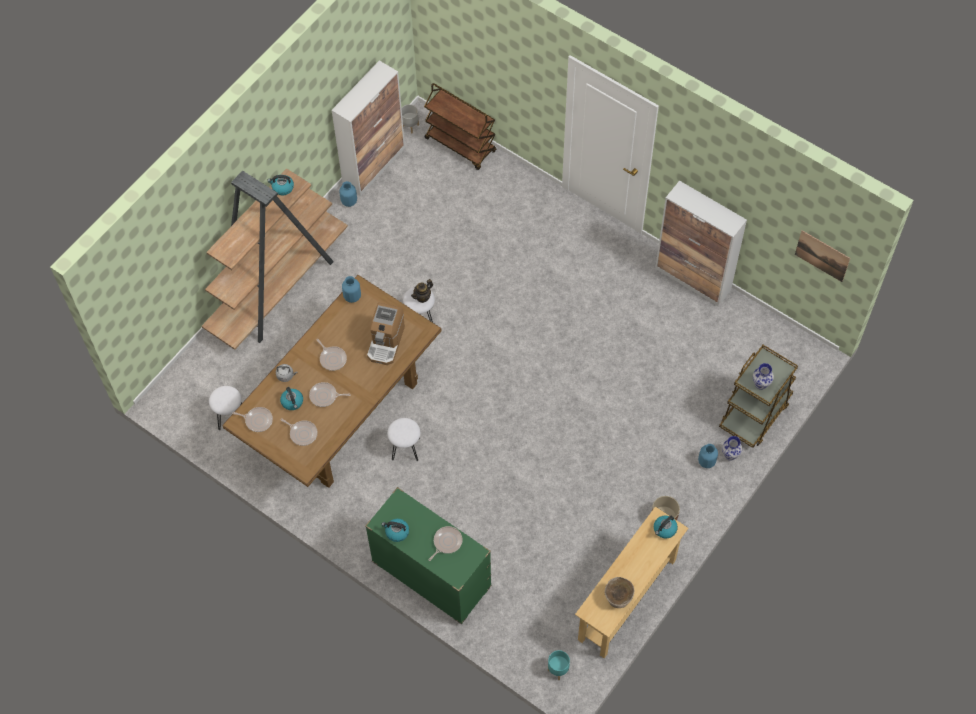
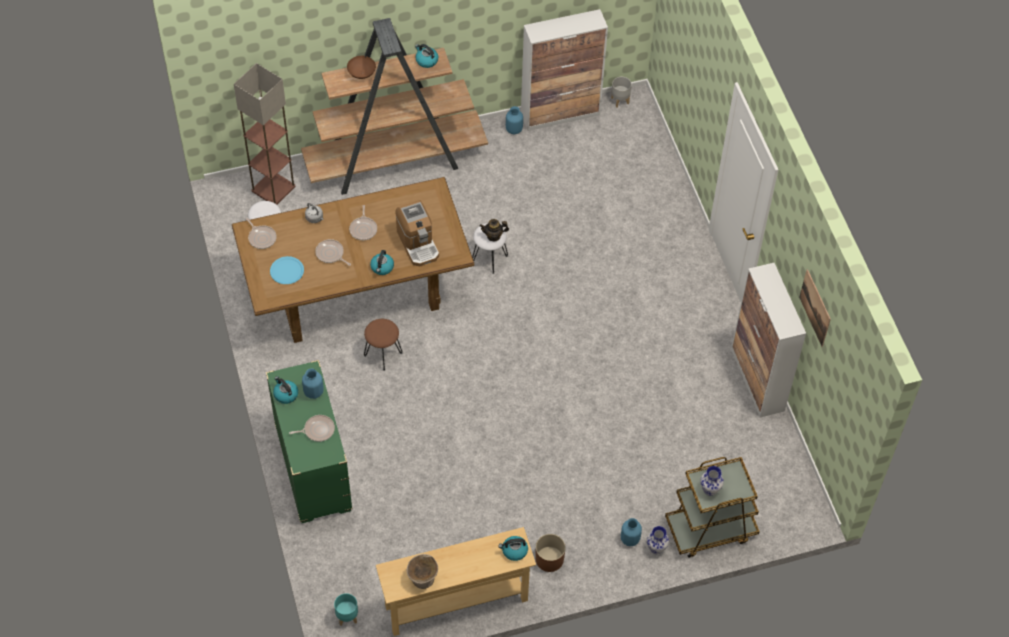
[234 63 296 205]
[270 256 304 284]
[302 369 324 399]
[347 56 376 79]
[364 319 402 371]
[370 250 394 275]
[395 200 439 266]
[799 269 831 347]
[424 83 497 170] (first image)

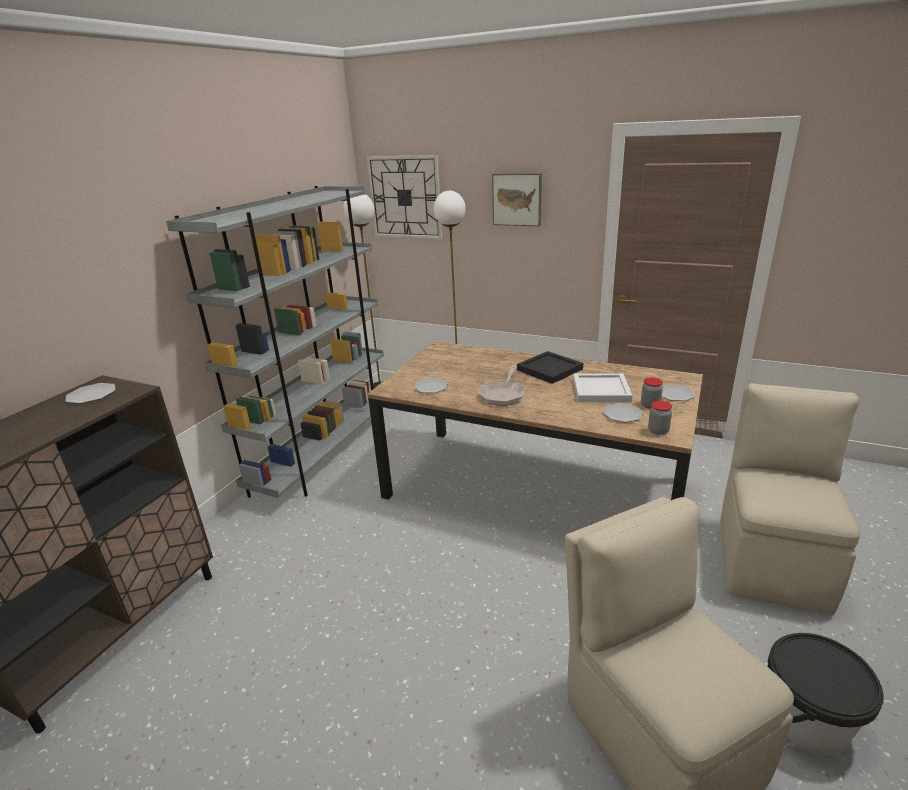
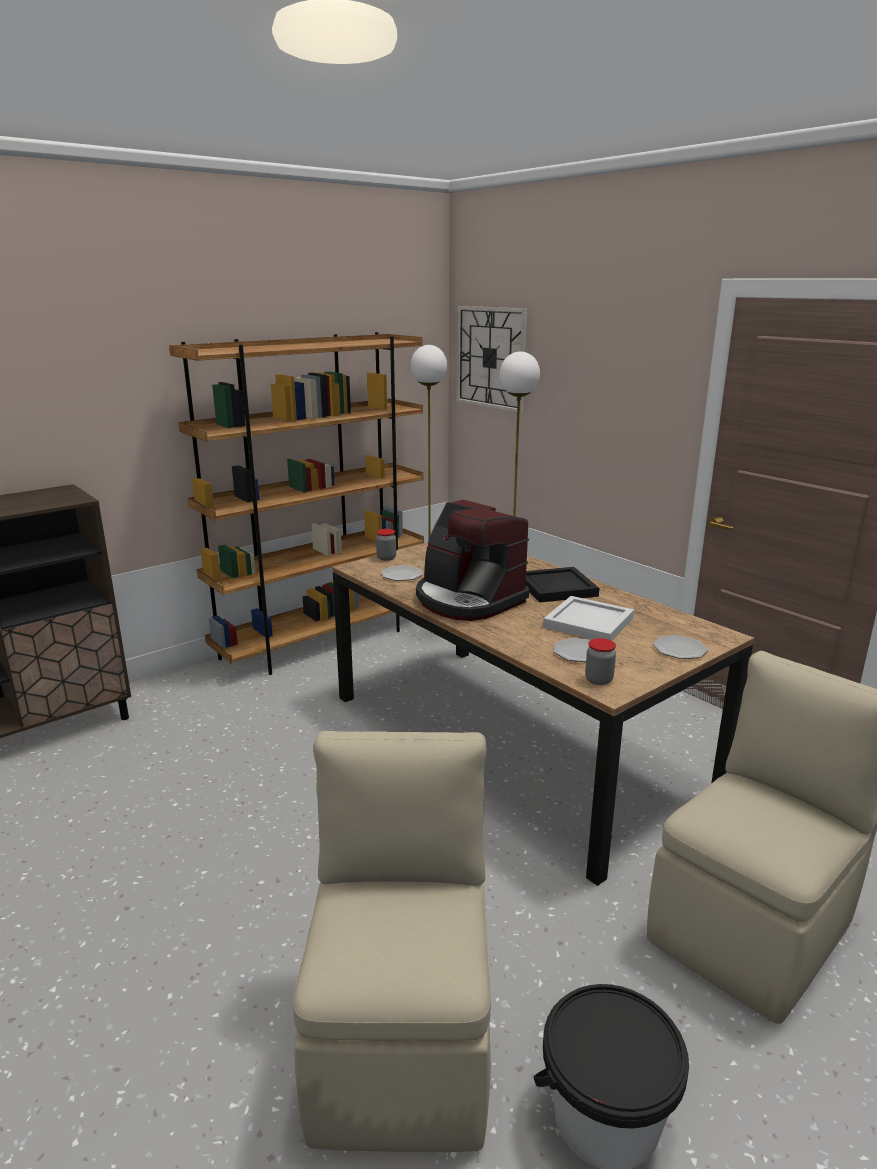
[169 332 424 675]
[376 529 396 561]
[416 500 529 621]
[65 383 115 404] (first image)
[492 173 542 226] (first image)

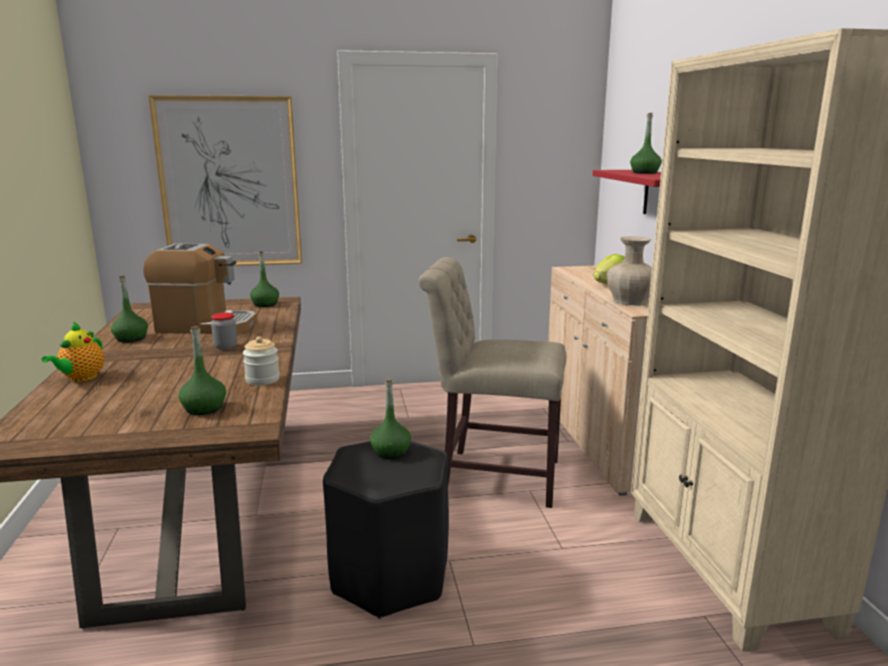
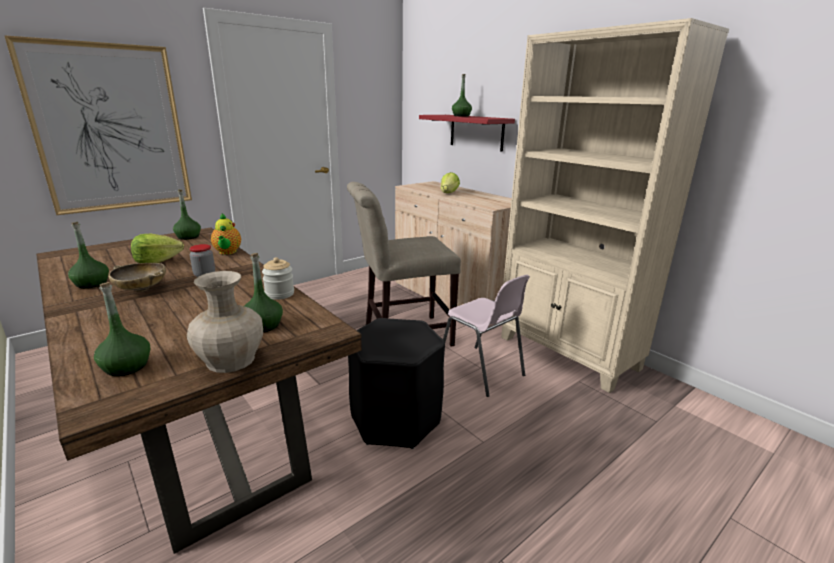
[94 282 150 376]
[109 263 166 292]
[131 234 184 263]
[187 271 263 373]
[211 213 241 255]
[443 275 530 397]

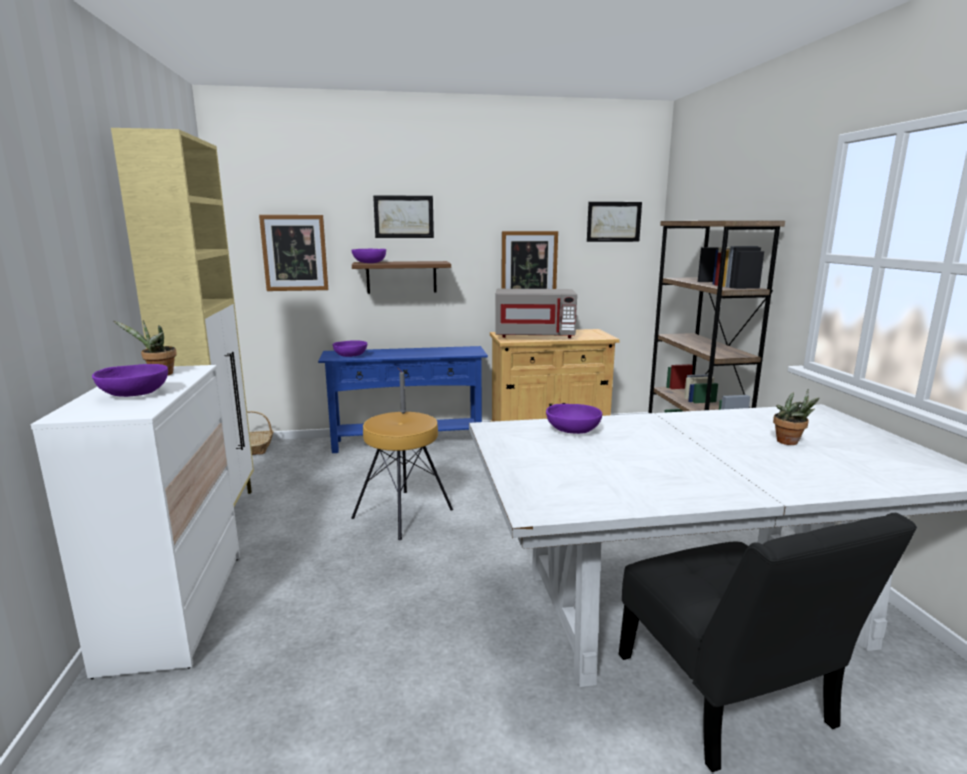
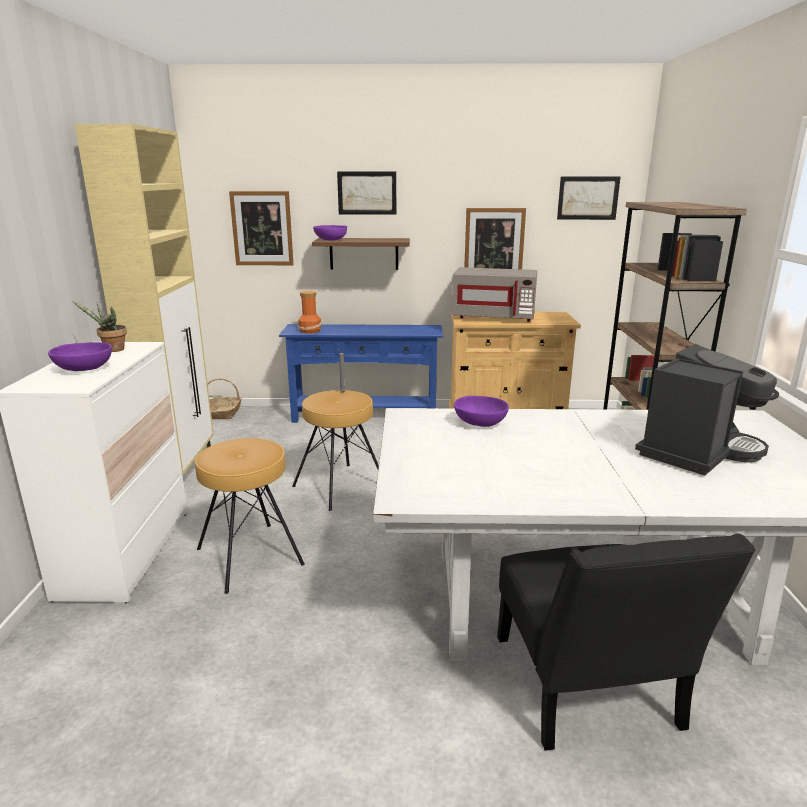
[195 438 305 594]
[298 291 322 333]
[635 344 779 476]

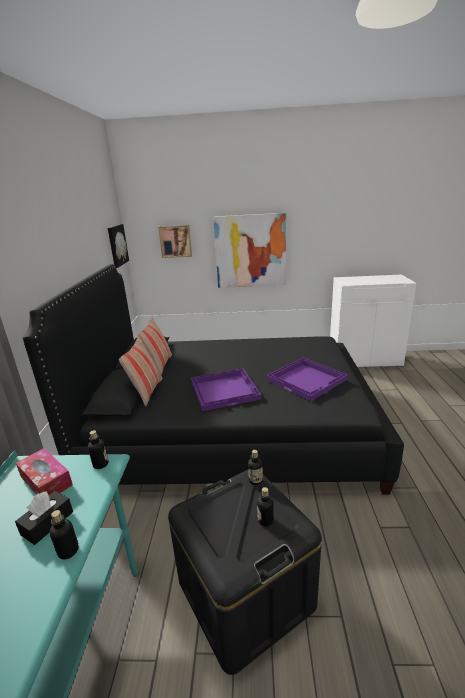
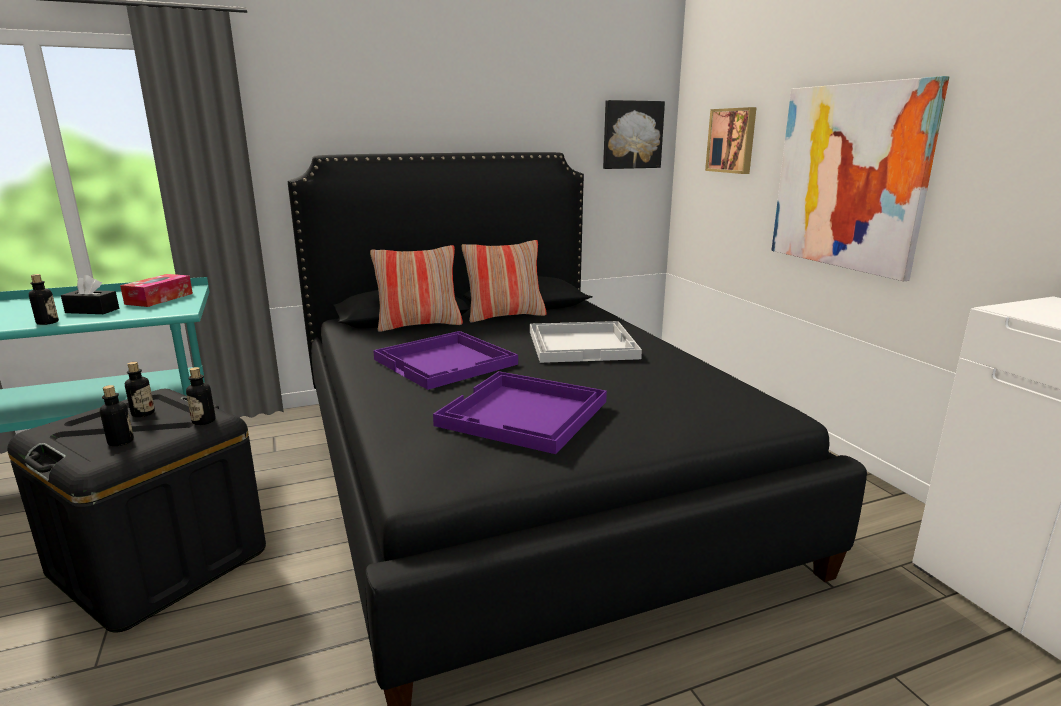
[125 362 155 417]
[530 321 642 363]

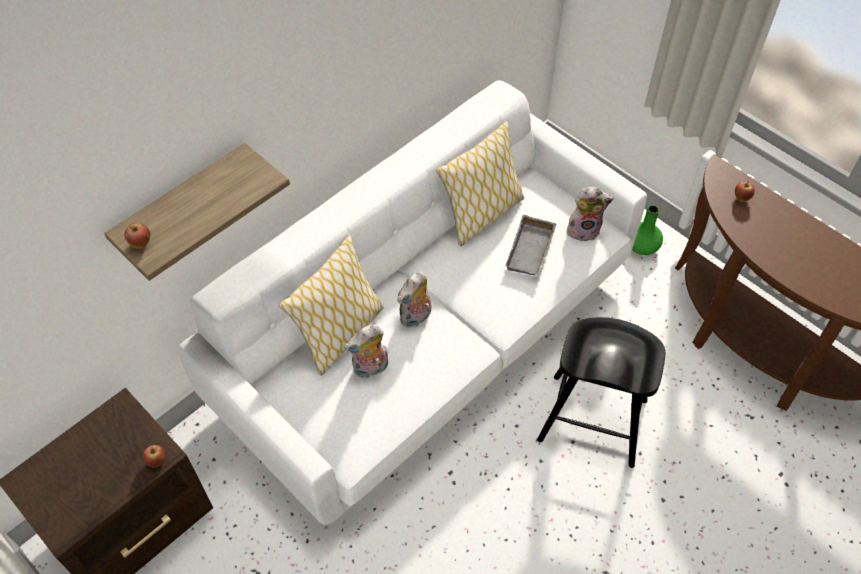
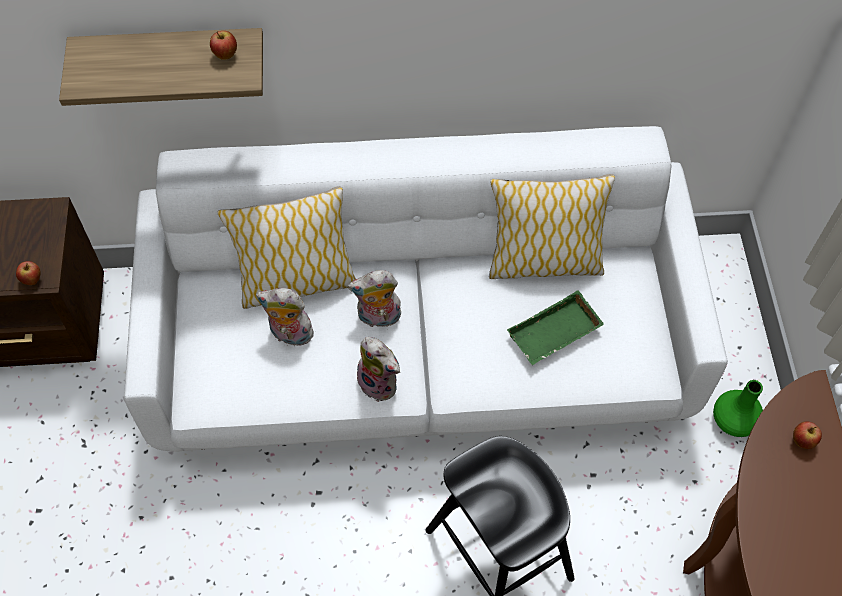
[210 31 237 60]
[357 337 401 402]
[507 290 604 365]

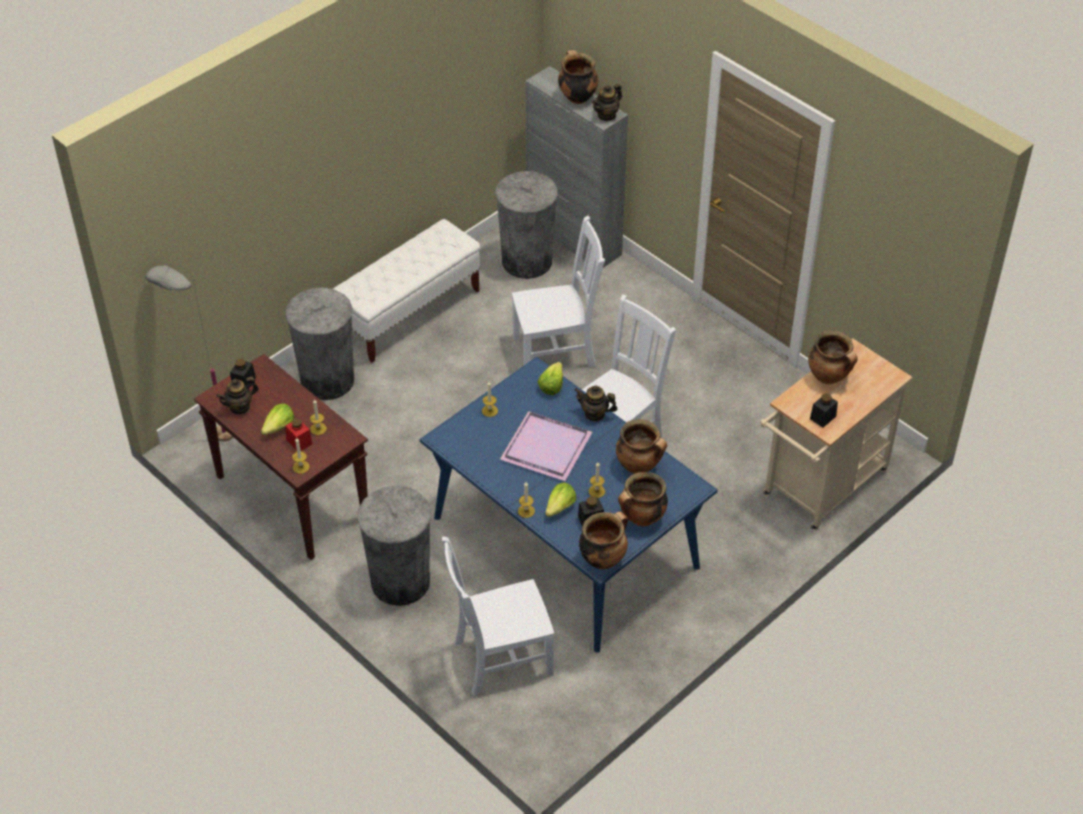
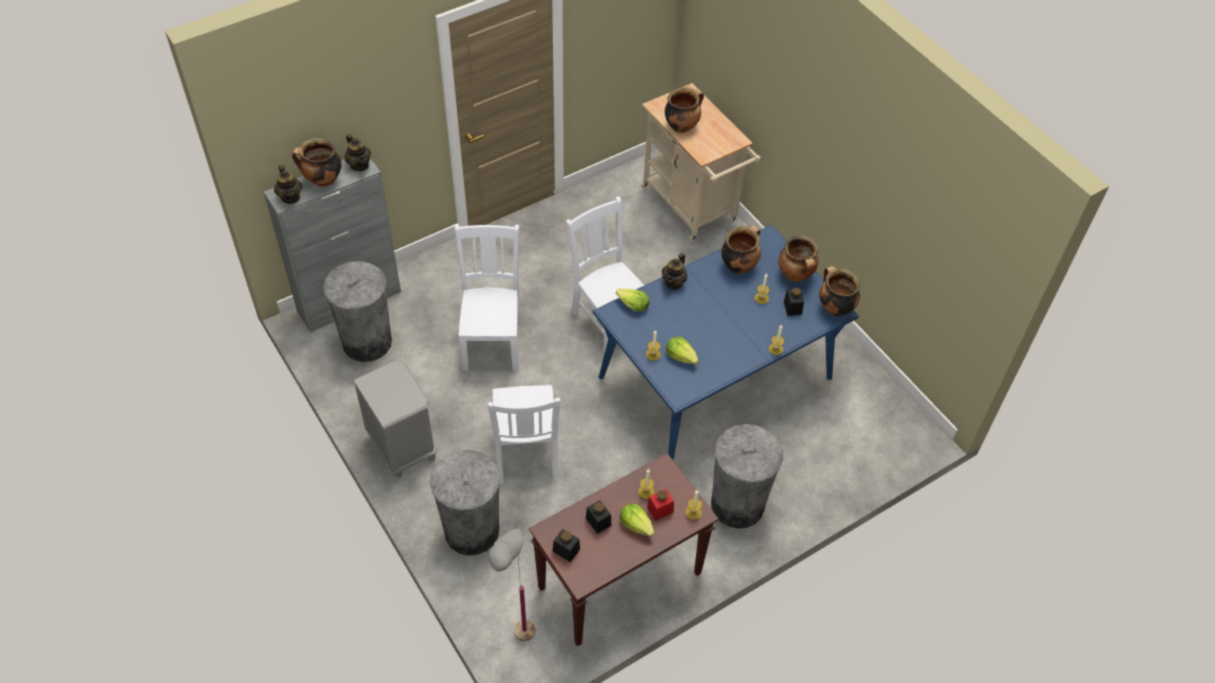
[274 165 302 204]
[353 361 437 478]
[488 385 561 484]
[586 500 611 534]
[666 337 699 365]
[500 411 592 481] (first image)

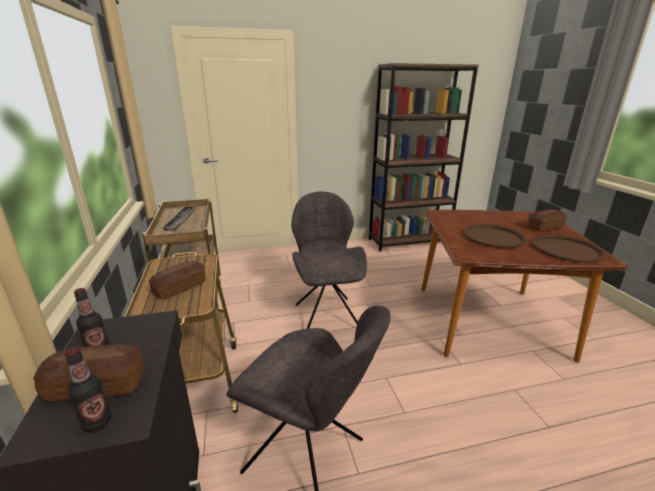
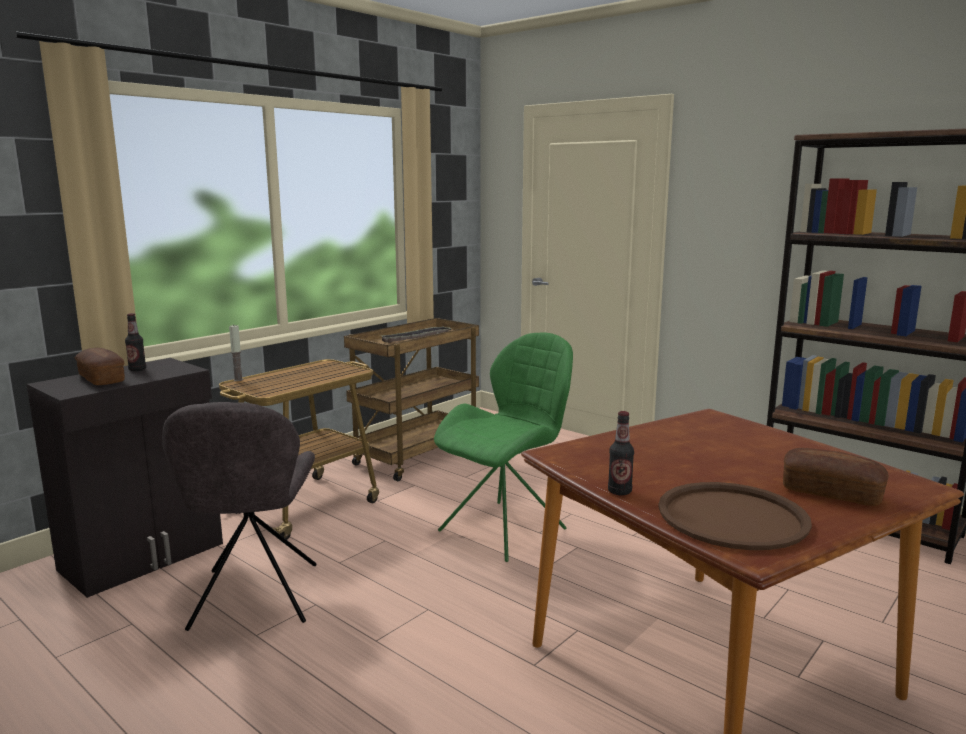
[229 324 243 381]
[434 333 573 562]
[608 411 634 495]
[149 261 206 299] (first image)
[463 224 527 249] (first image)

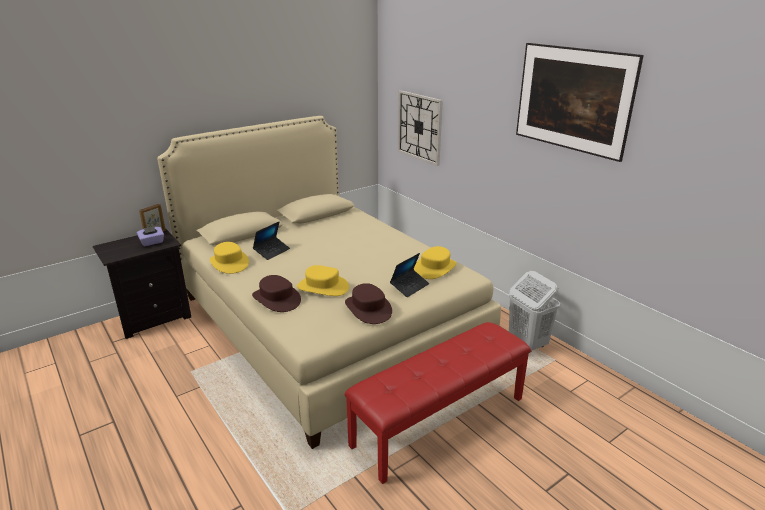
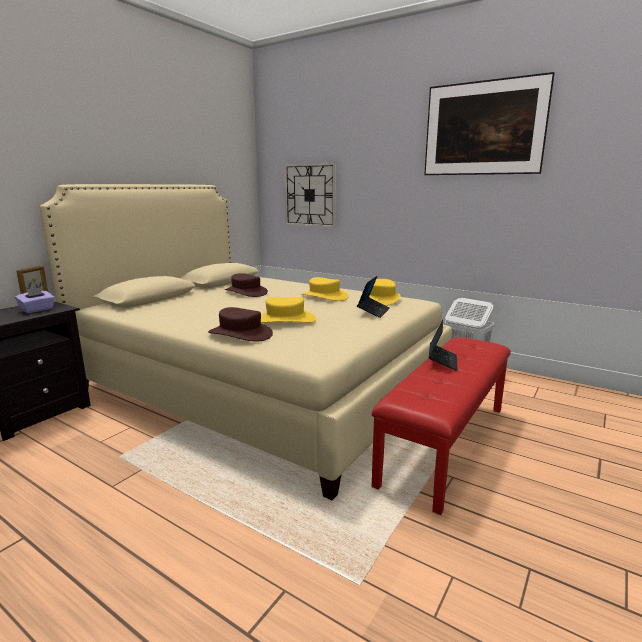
[225 273 268 297]
[302 277 349 301]
[429 319 458 371]

